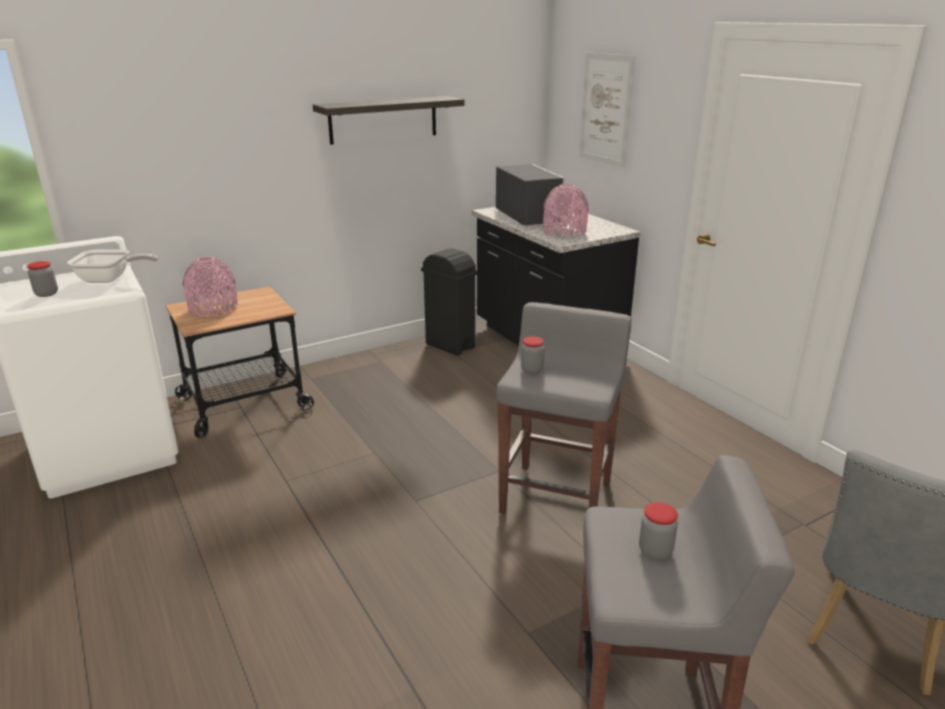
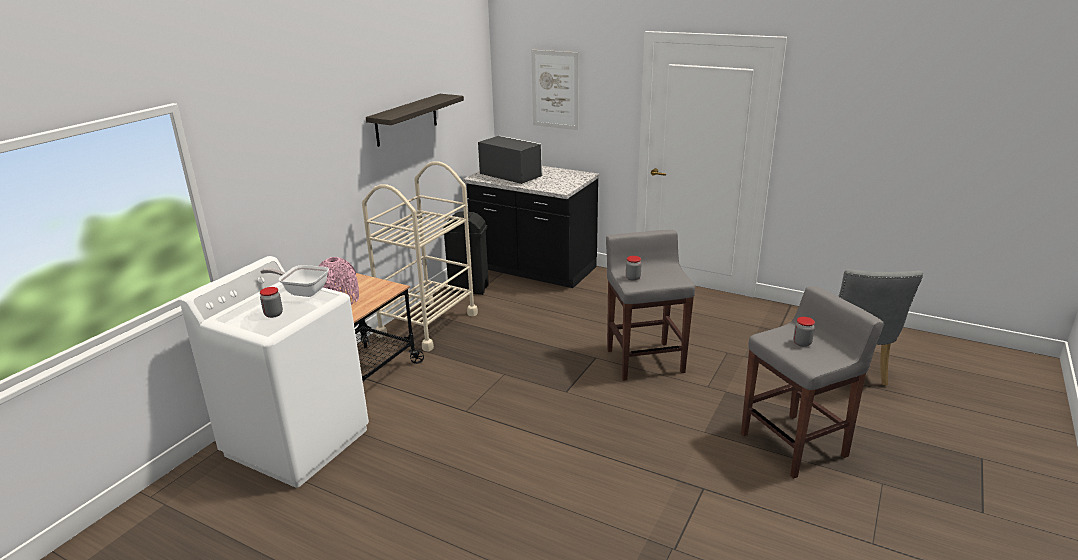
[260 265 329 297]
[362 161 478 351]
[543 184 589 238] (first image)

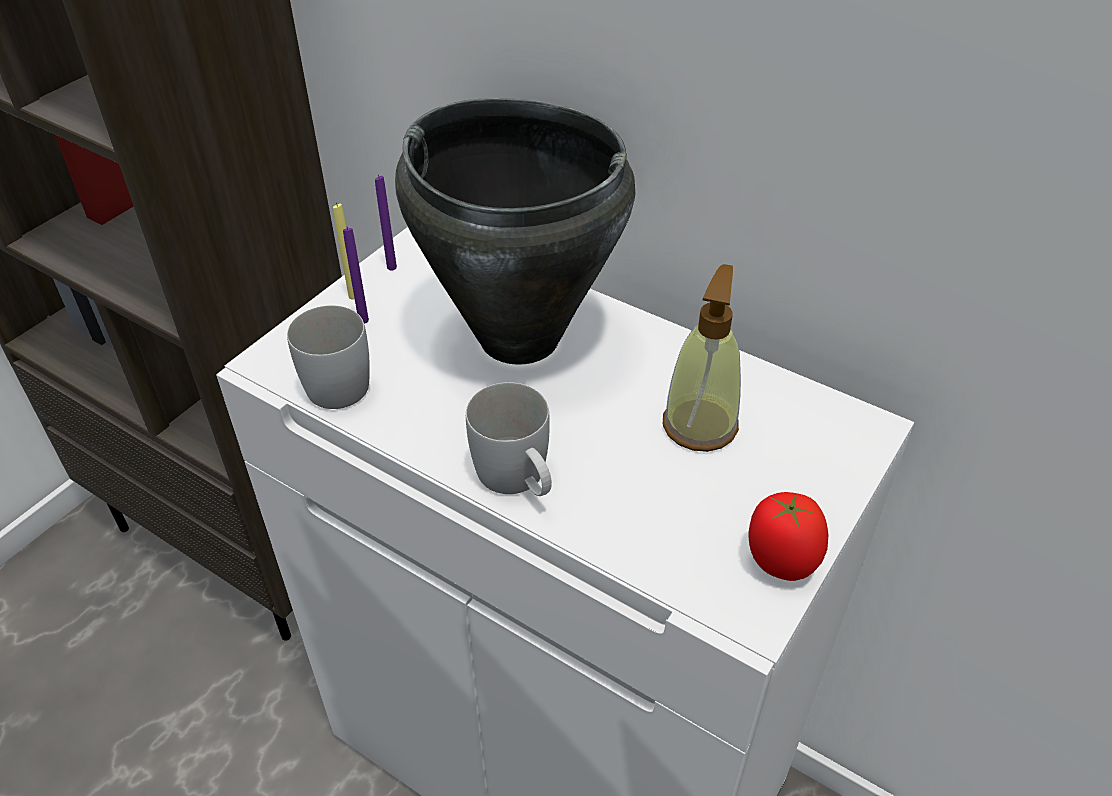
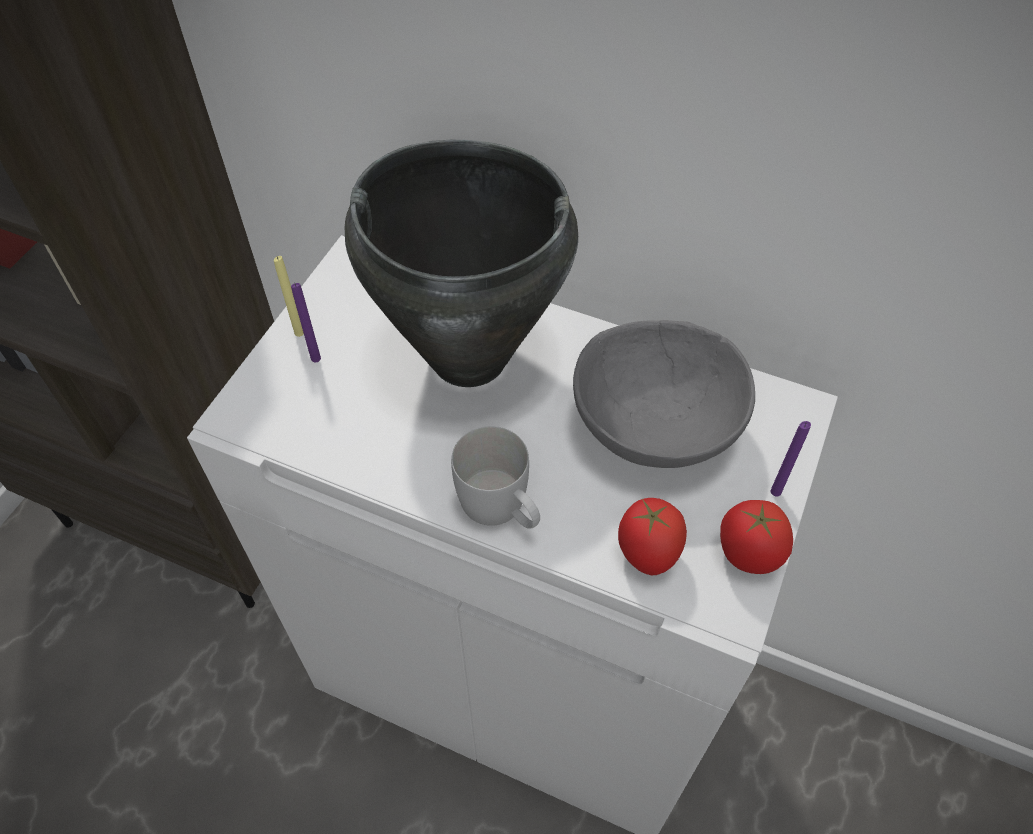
[573 320 755 468]
[618 498 687 575]
[770 421 811 497]
[287 305 370 409] (first image)

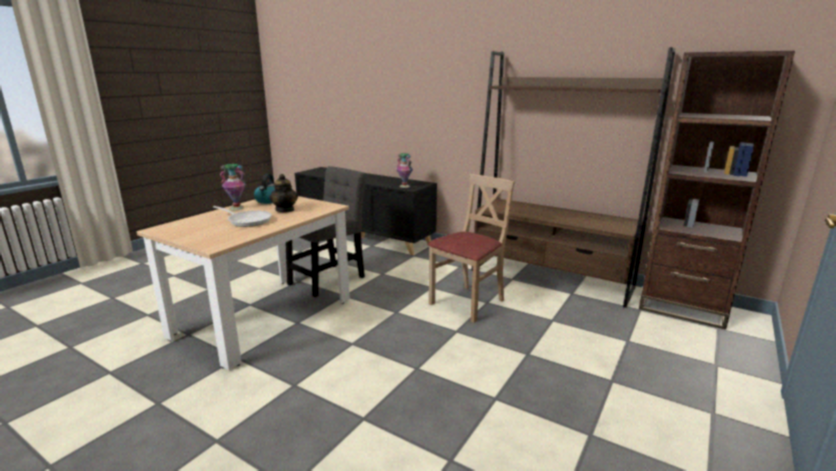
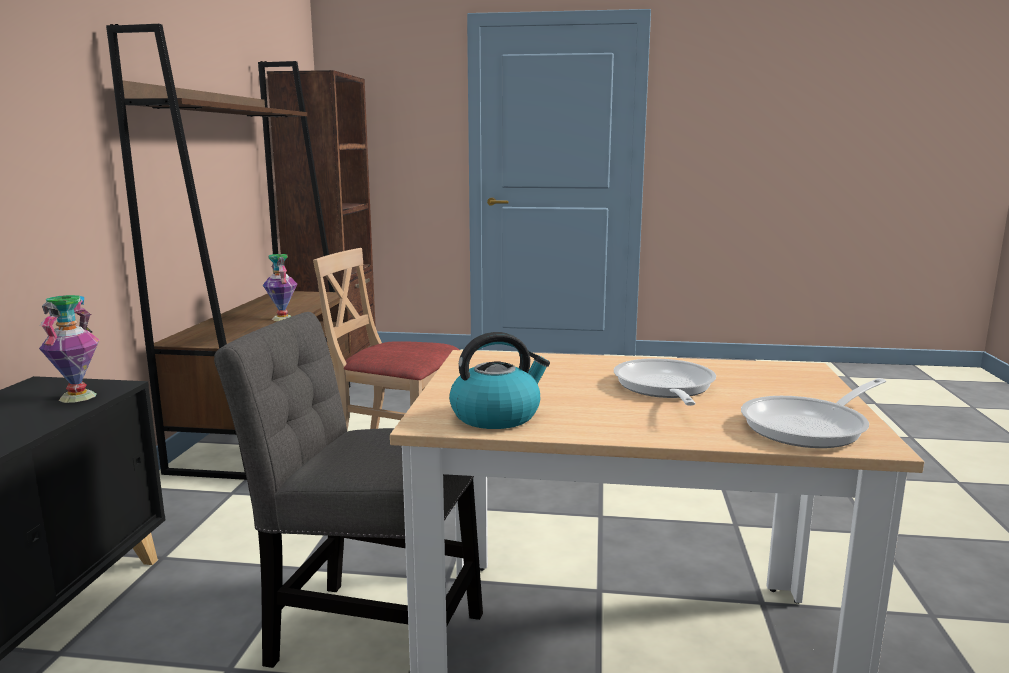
[263 254 297 321]
[741 378 886 448]
[269 174 298 212] (first image)

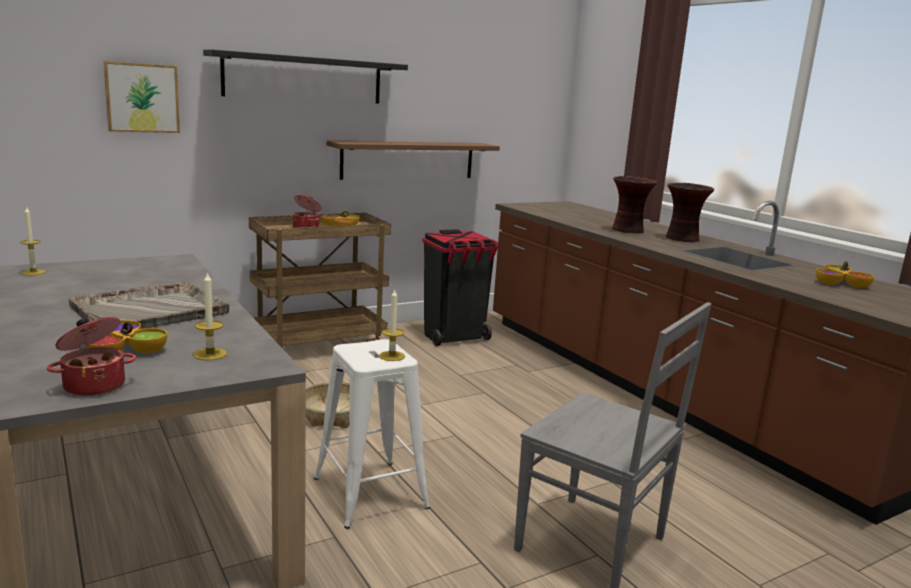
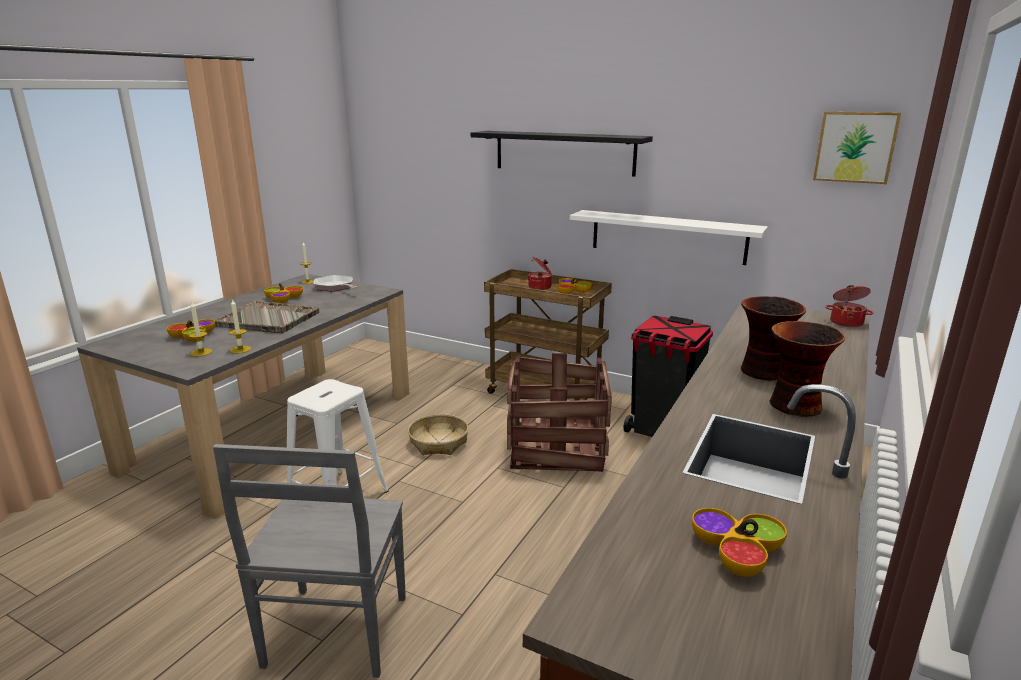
[229 299 251 354]
[264 283 303 303]
[314 275 358 291]
[507 353 612 472]
[570 210 768 265]
[813 111 901 184]
[825 285 874 327]

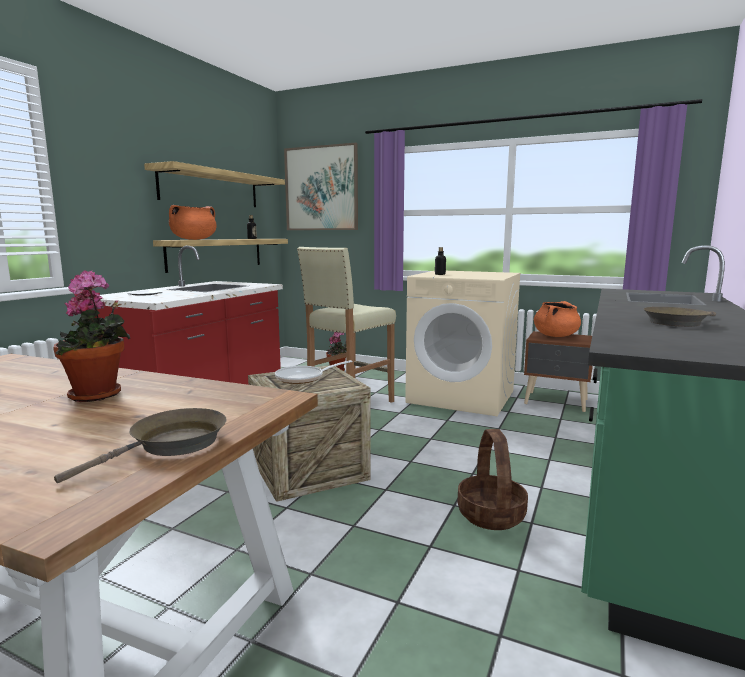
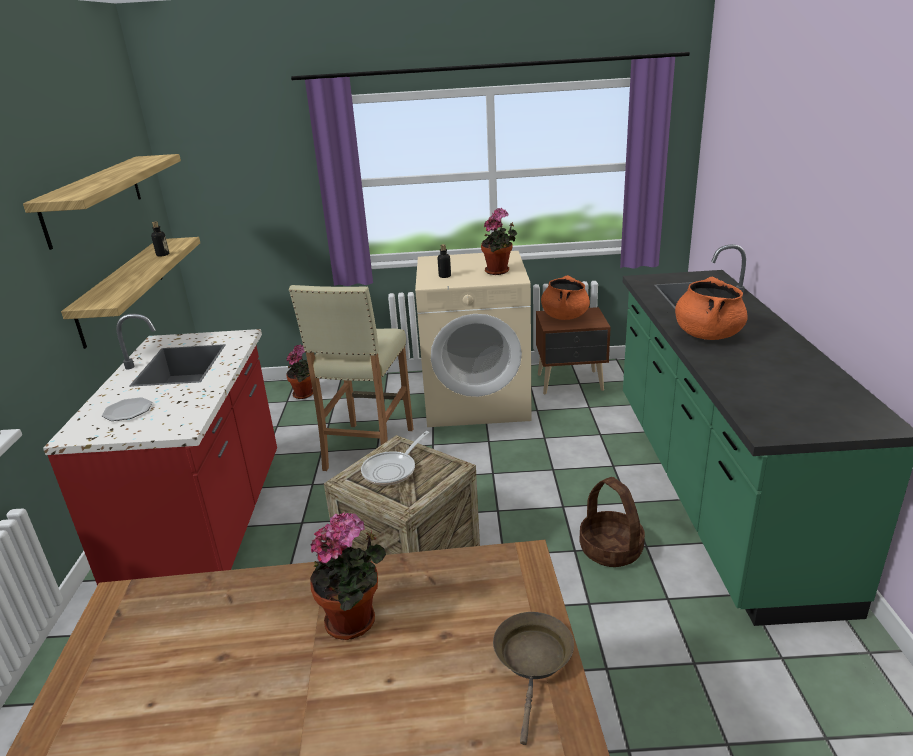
[481 208 517 275]
[675 277 748 340]
[284 143 358 230] (first image)
[644 307 716 327] (first image)

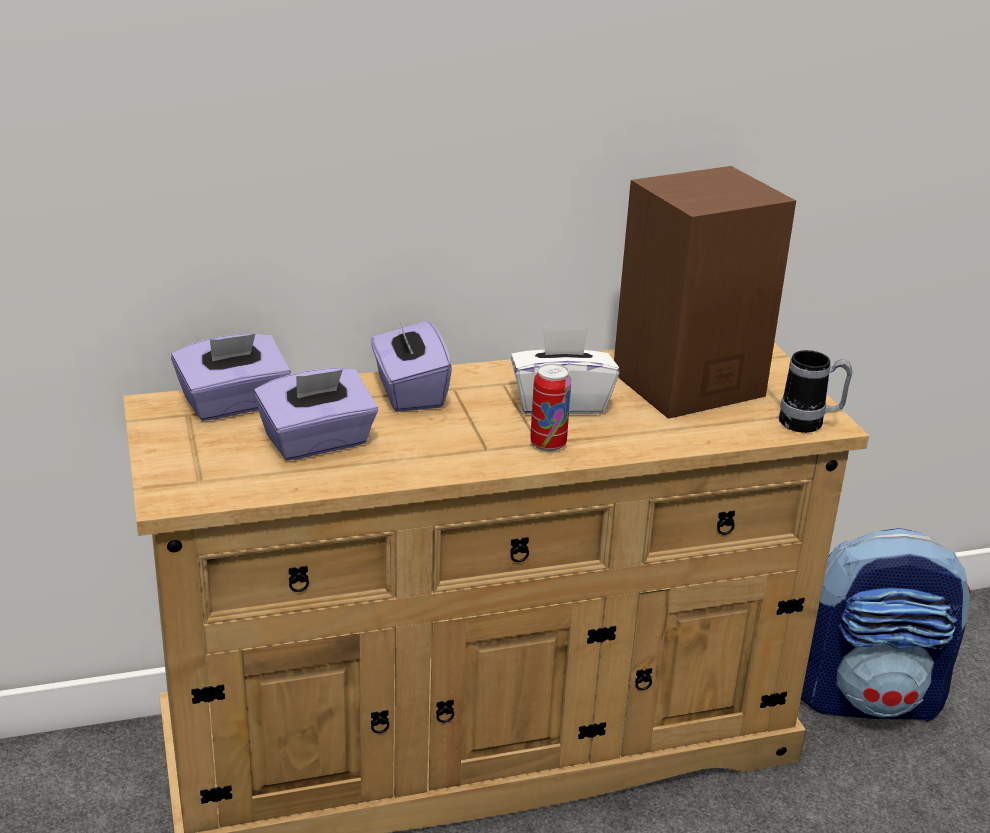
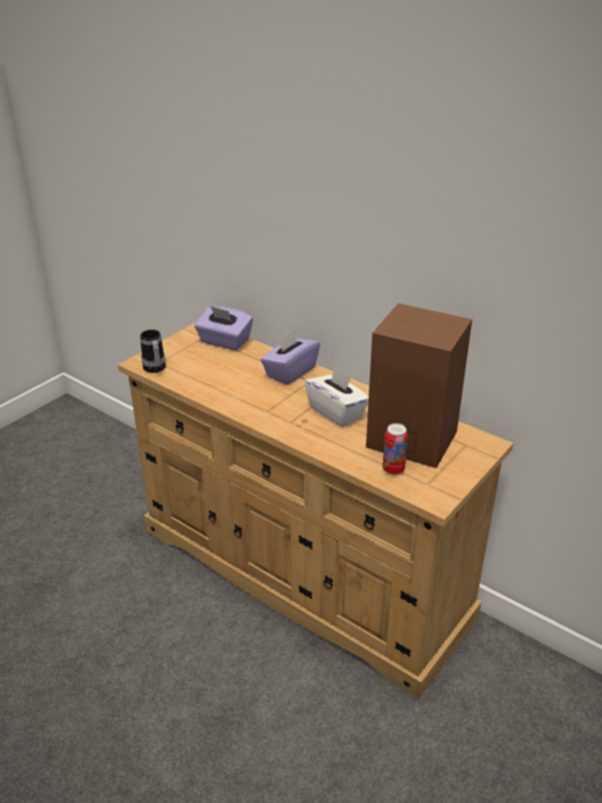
[140 330 166 373]
[383 423 408 475]
[254 368 378 461] (first image)
[801 528 971 722] (first image)

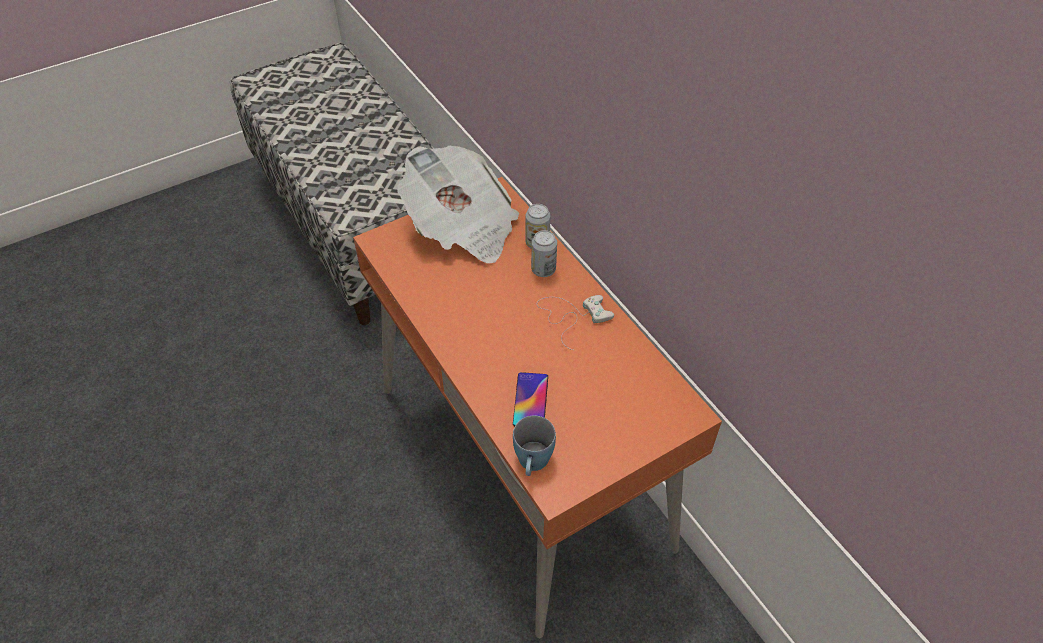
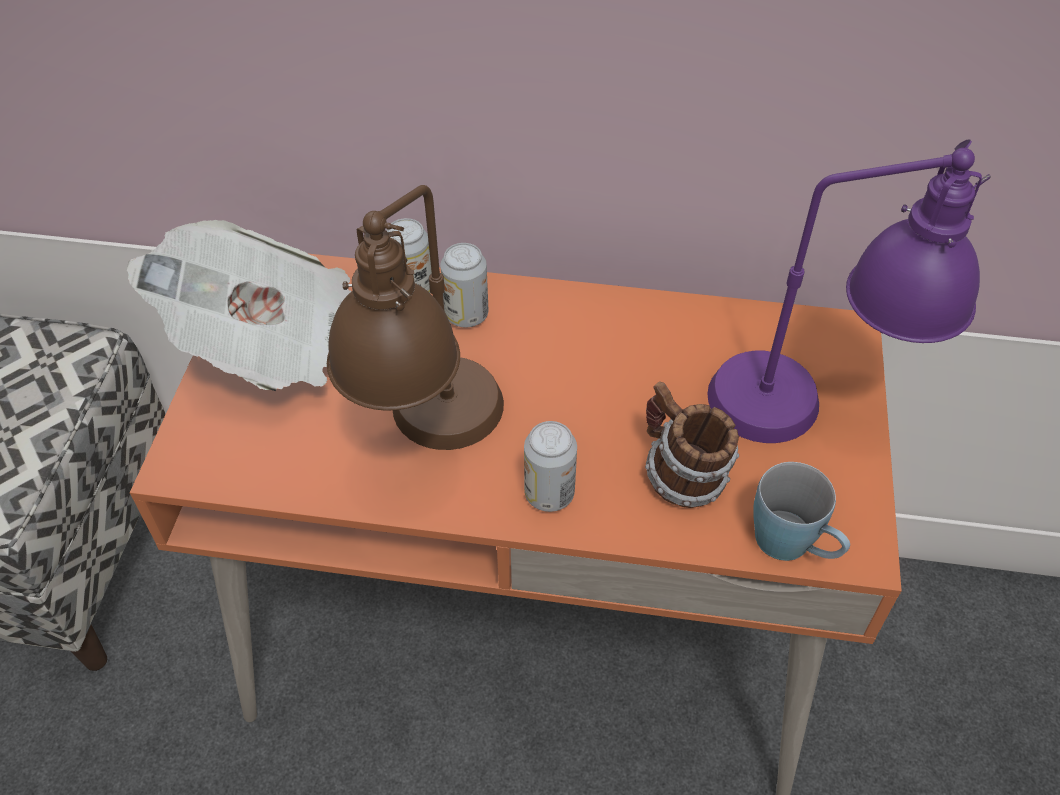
[327 185 504 450]
[524 421 577 512]
[645 381 739 508]
[707 139 991 443]
[537 295 614 350] (first image)

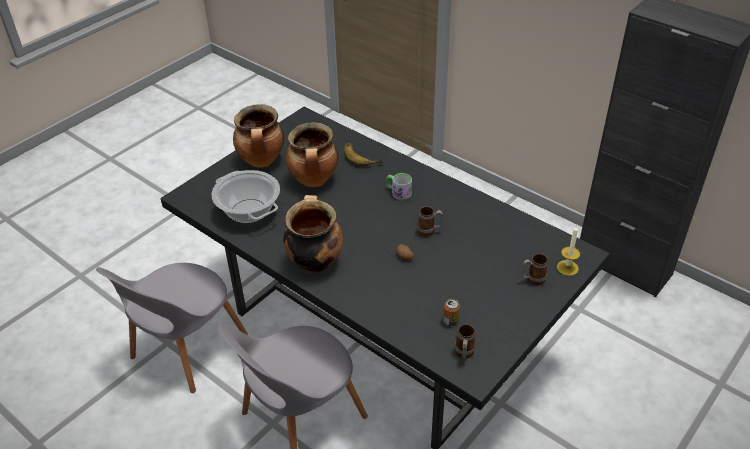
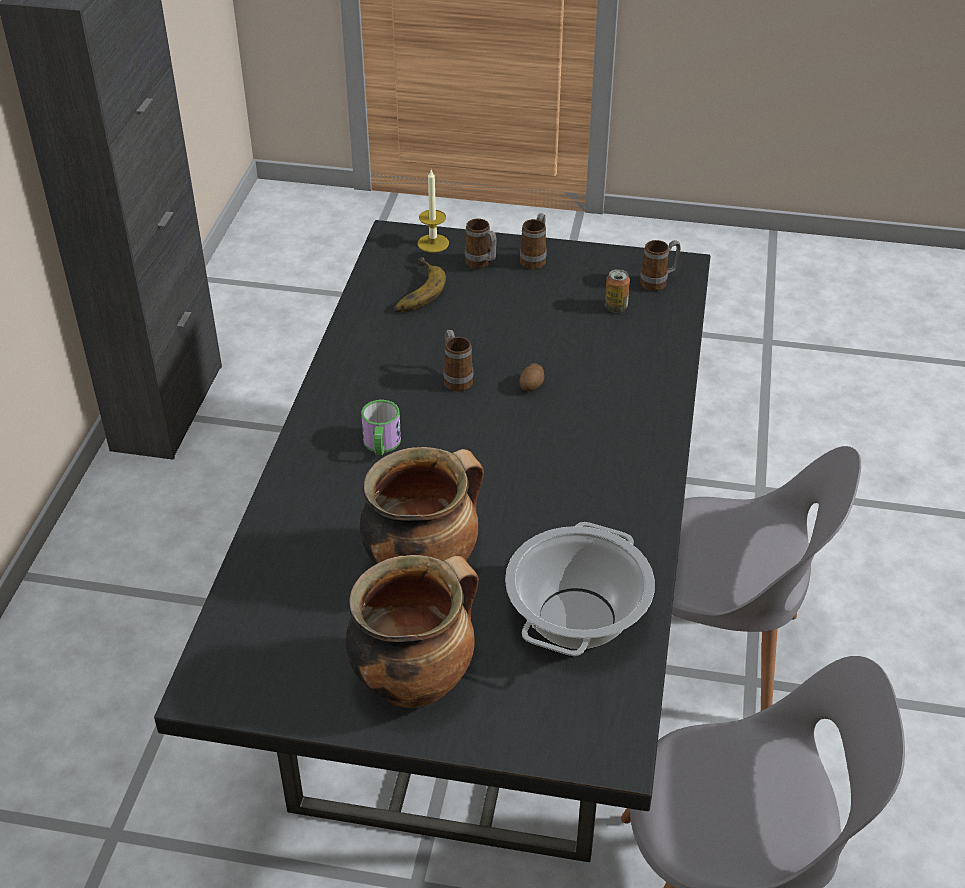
[394 257 446 313]
[520 213 547 269]
[283 195 343 273] (first image)

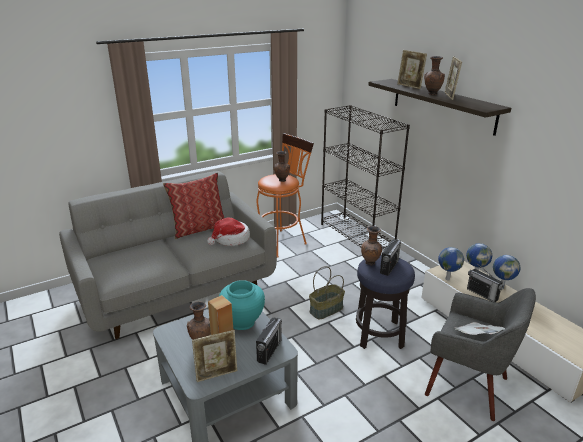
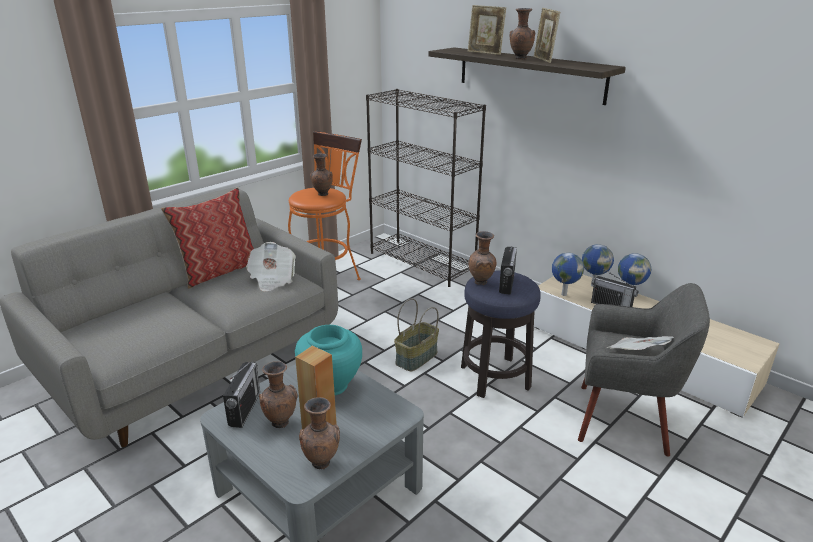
[223 362 260 428]
[246 242 296 292]
[299 397 340 469]

